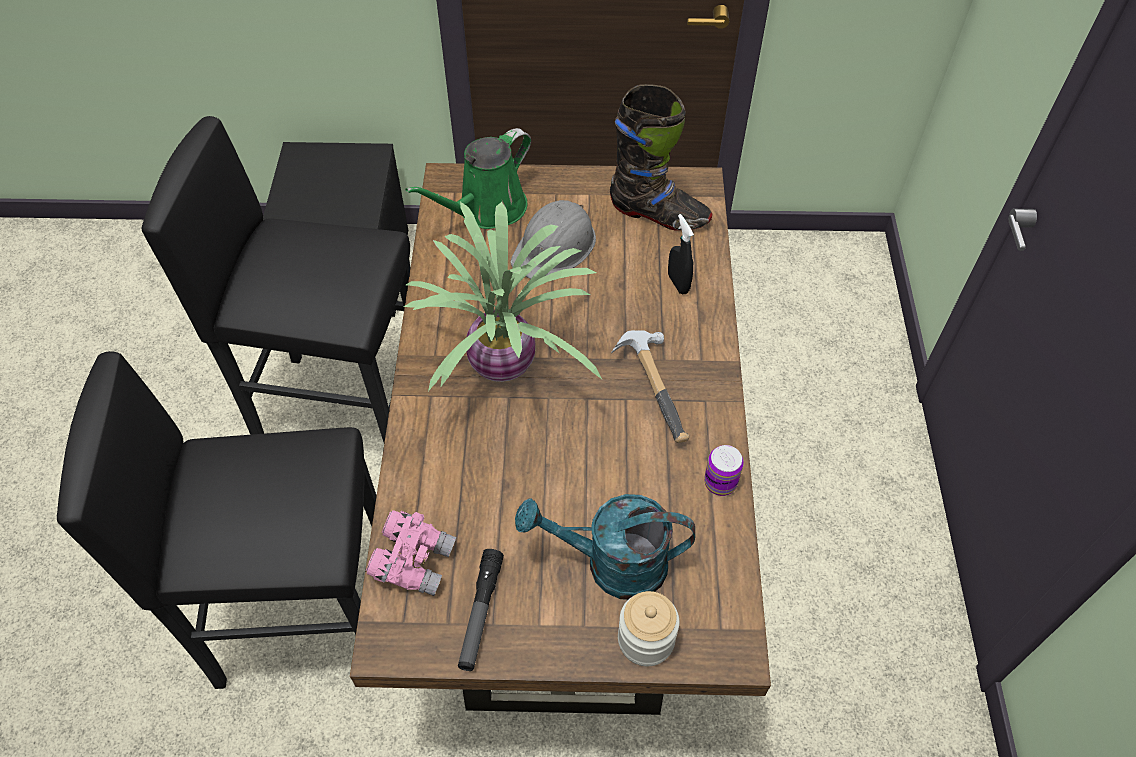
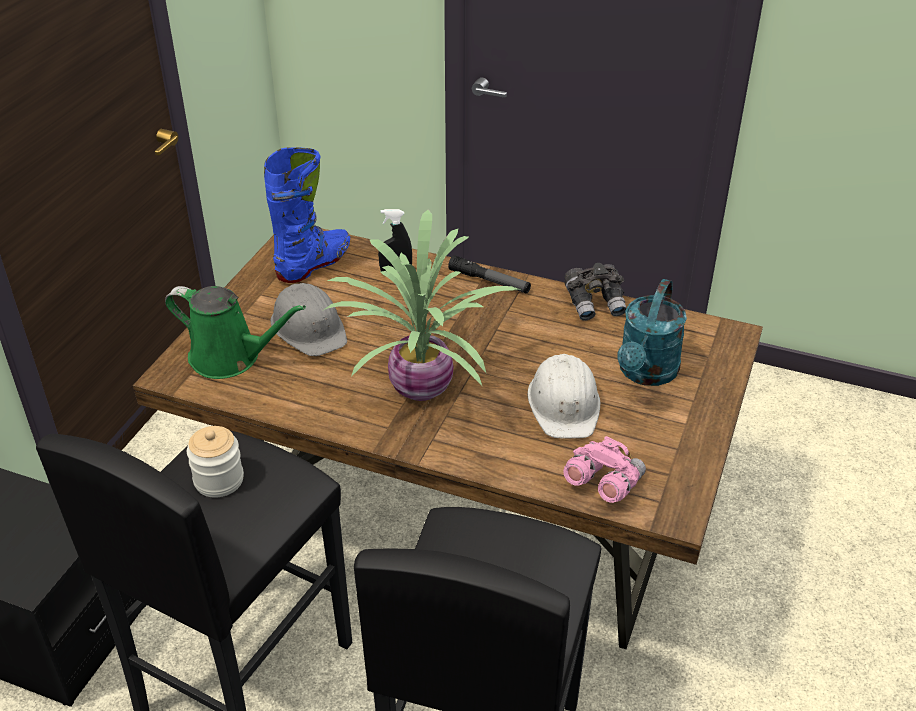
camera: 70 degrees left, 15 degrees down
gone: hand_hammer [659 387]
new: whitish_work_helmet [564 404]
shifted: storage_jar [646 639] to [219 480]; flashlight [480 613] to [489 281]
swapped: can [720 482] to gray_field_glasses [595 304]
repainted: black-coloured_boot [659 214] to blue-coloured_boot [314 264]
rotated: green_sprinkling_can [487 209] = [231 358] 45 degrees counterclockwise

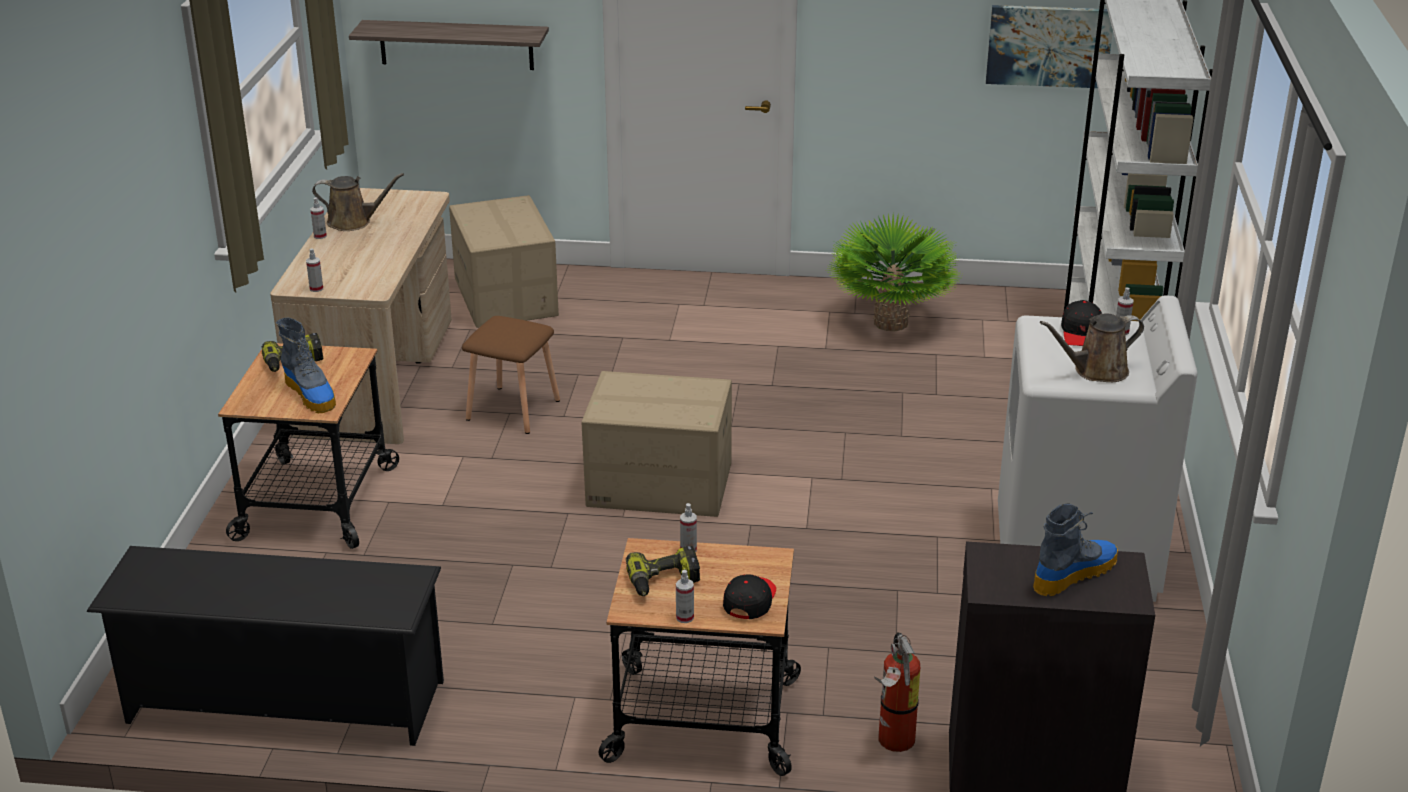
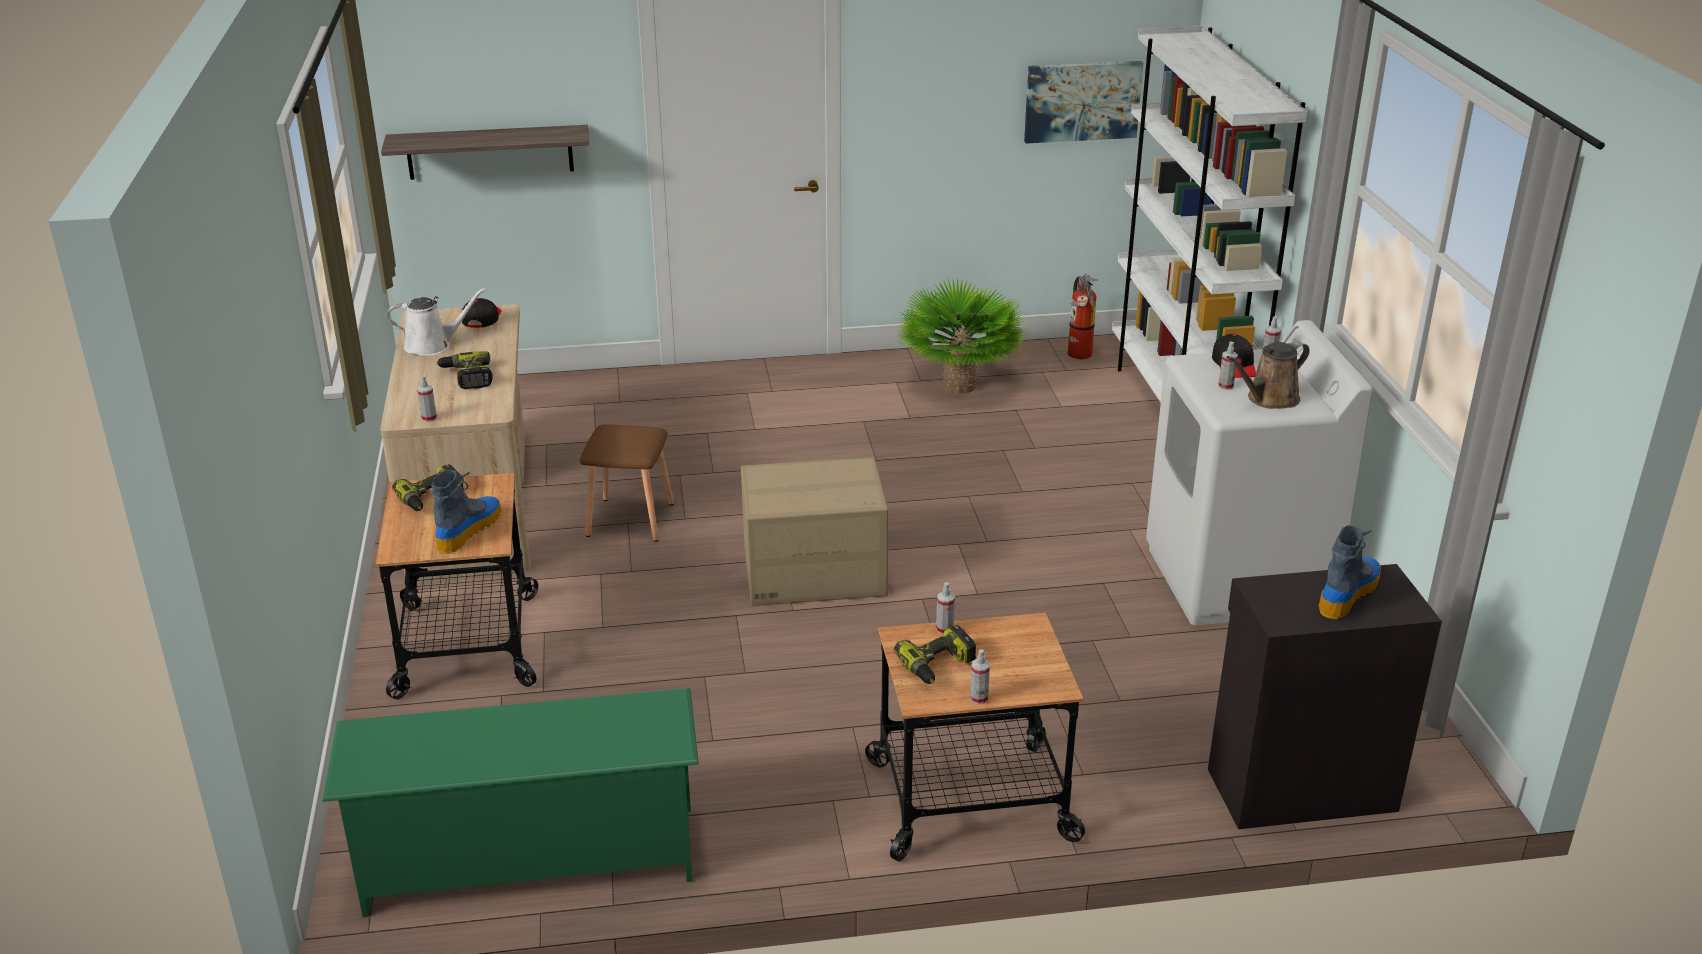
camera: 15 degrees left, 0 degrees up
gone: cardboard_box [507 297]
new: electric_drill [467 377]
shifted: black-coloured_baseball_cap [750 601] to [482 319]; fire_extinguisher [893 743] to [1079 355]; hand_sprayer [320 236] to [1225 386]
repainted: black-coloured_shoe_stand [284 702] to green_shoe_stand [530 861]; brown_sprinkling_can [353 222] to whitish_sprinkling_can [432 345]
rotated: boot [311 395] = [468 530] 105 degrees counterclockwise

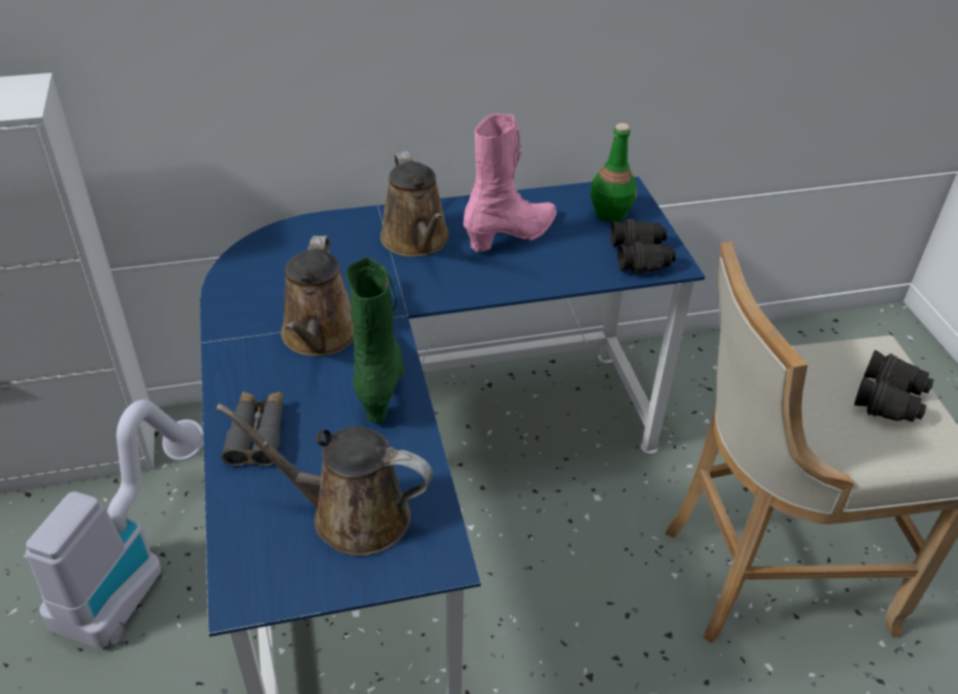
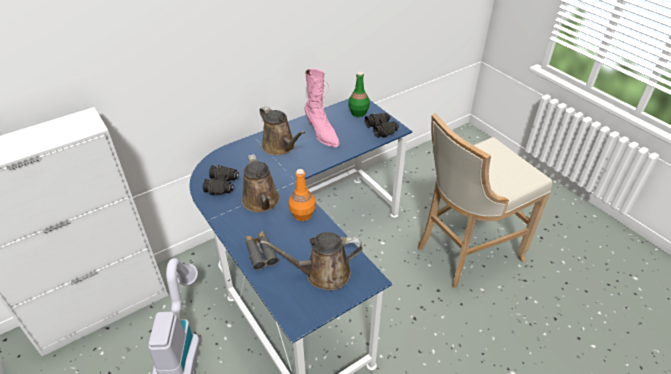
camera: 20 degrees left, 0 degrees up
shifted: black-coloured_field_glasses [890 399] to [222 185]
swapped: green_boot [381 383] to orangey_beverage_bottle [302 214]
rotated: pinkish_boot [512 236] = [322 134] 120 degrees clockwise

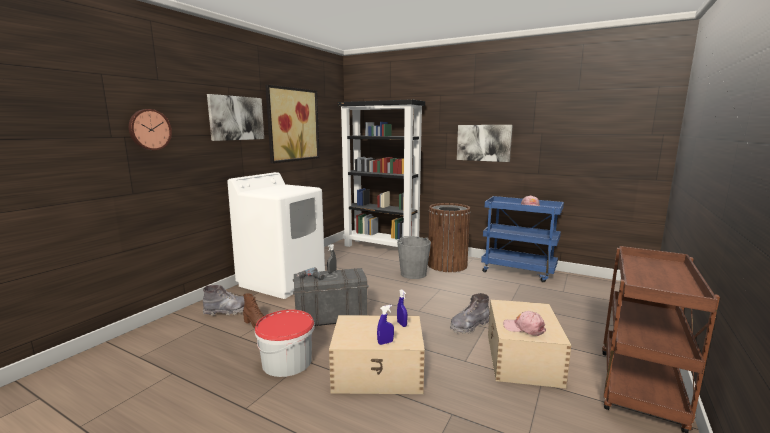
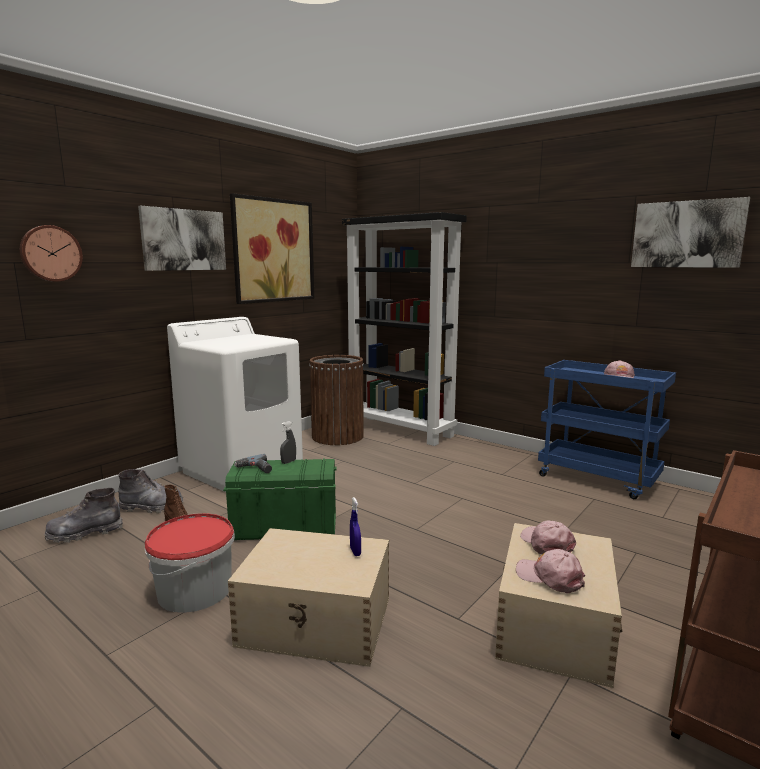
camera: 10 degrees right, 0 degrees up
gone: blue-coloured_hand_sprayer [385 342]; gray_water_bucket [413 274]
new: pinkish_baseball_cap [546 544]
shifted: gray_boot [469 326] to [85 533]; brown_waste_bin [447 265] to [337 436]; wall_picture [483 143] to [687 234]
repainted: gray_storage_bin [330 317] to green_storage_bin [284 528]

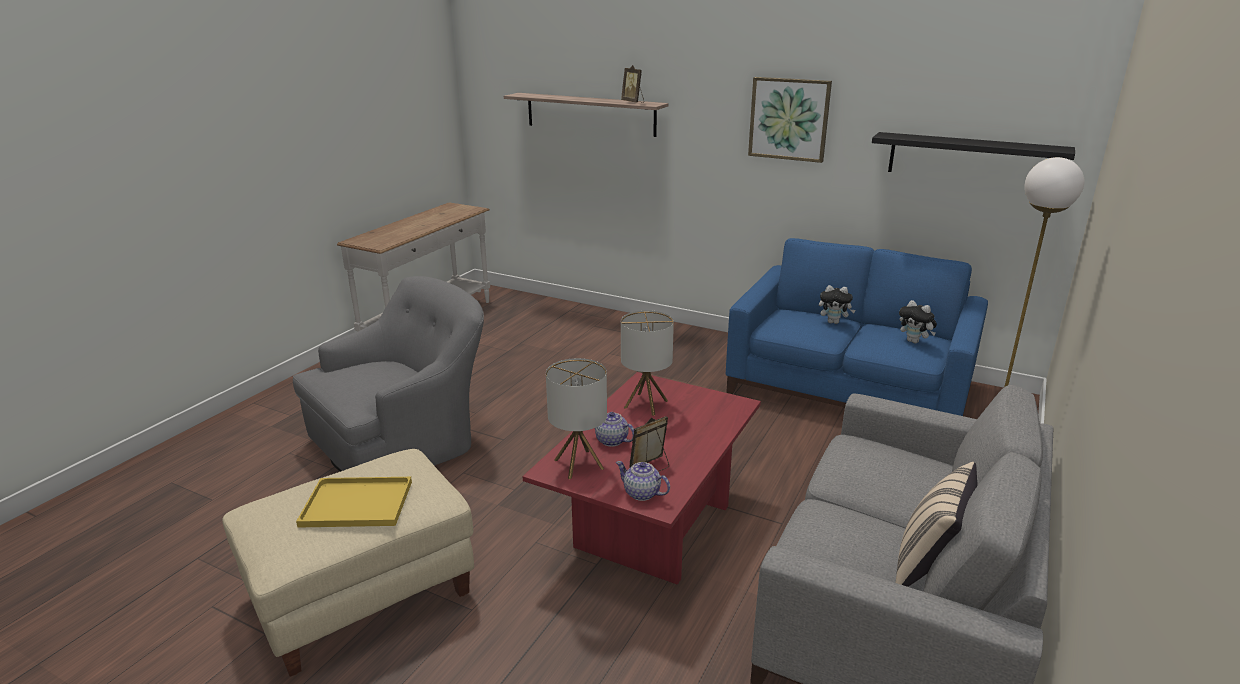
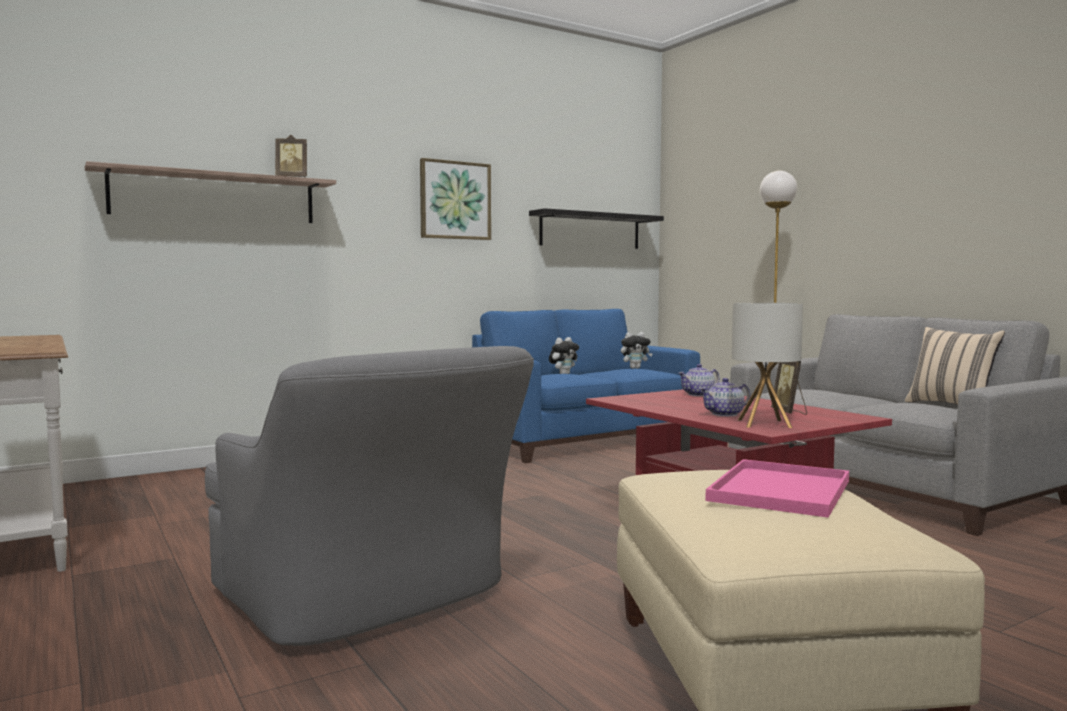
camera: 60 degrees left, 20 degrees down
gone: table_lamp [646 404]
shifted: tea_pot [642 493] to [699 394]
repainted: yellow-coloured_tray [354 504] to pinkish_tray [781 491]
rotated: gray_armchair [405 440] = [371 599] 150 degrees clockwise

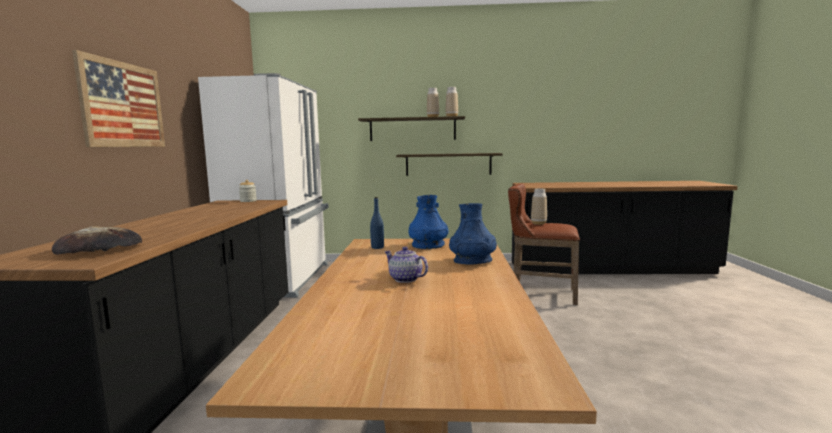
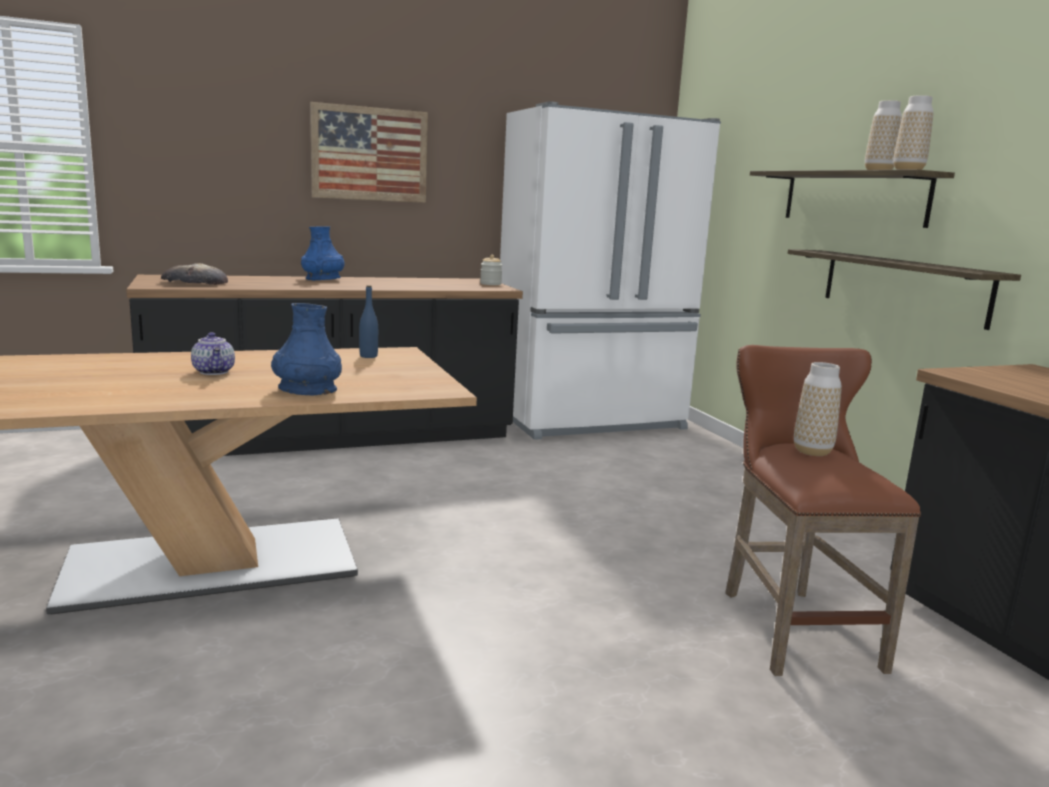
camera: 65 degrees right, 5 degrees up
shifted: blue-coloured_vase [428 245] to [323 279]
rotated: tea_pot [404 279] = [215 372] 135 degrees clockwise

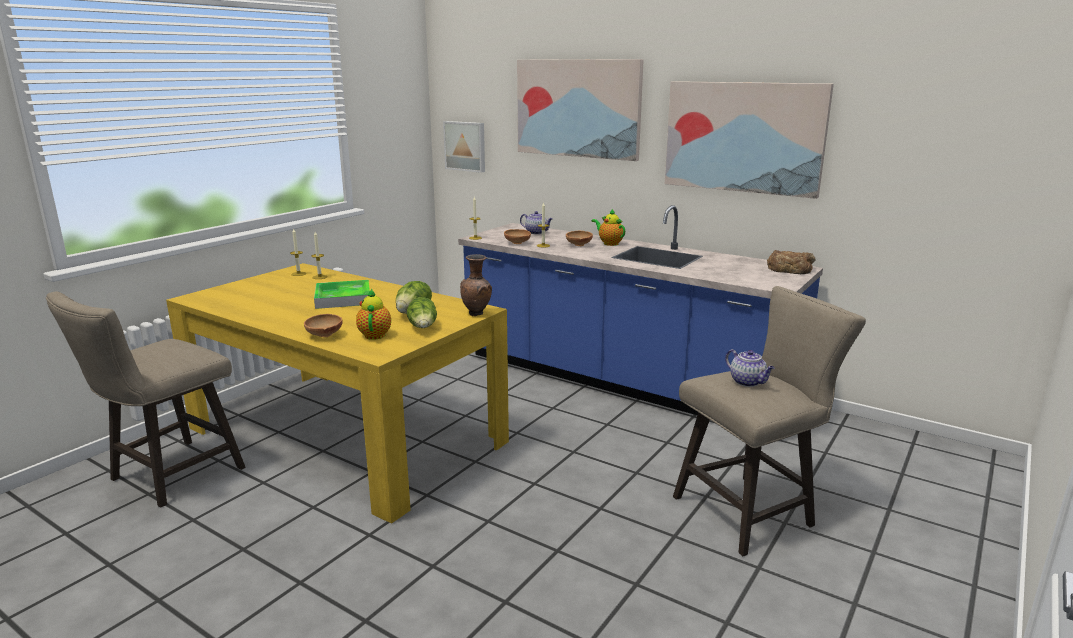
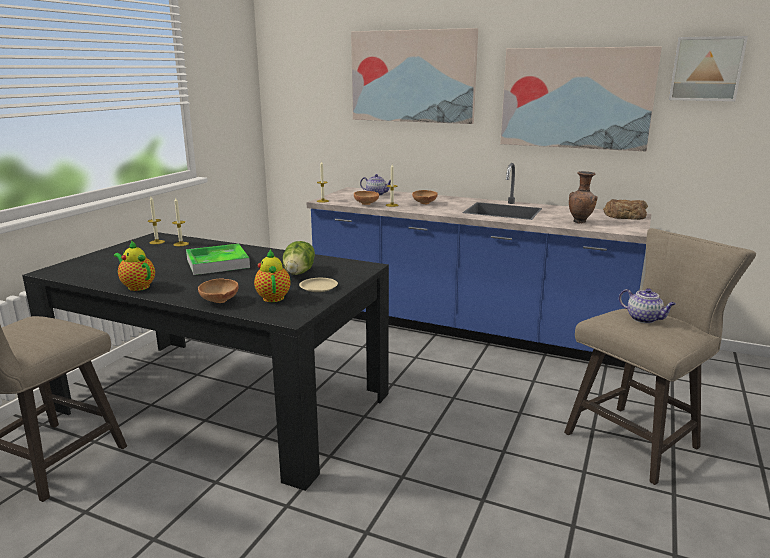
camera: 10 degrees left, 0 degrees up
shifted: tea_pot [609 243] to [137 286]; brown_vase [477 314] to [580 222]; wall_picture [465 146] to [706 69]
swapped: lettuce_head [423 328] to beige_flat_dish [318 287]
repainted: yellow-coloured_kitchen_table [346 435] to black-coloured_kitchen_table [224 401]

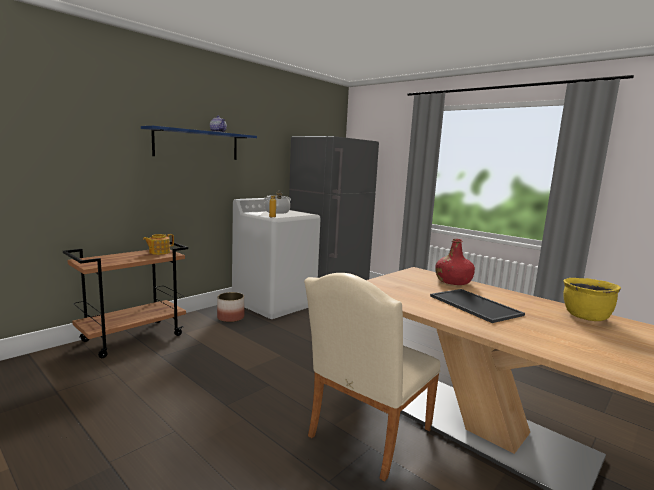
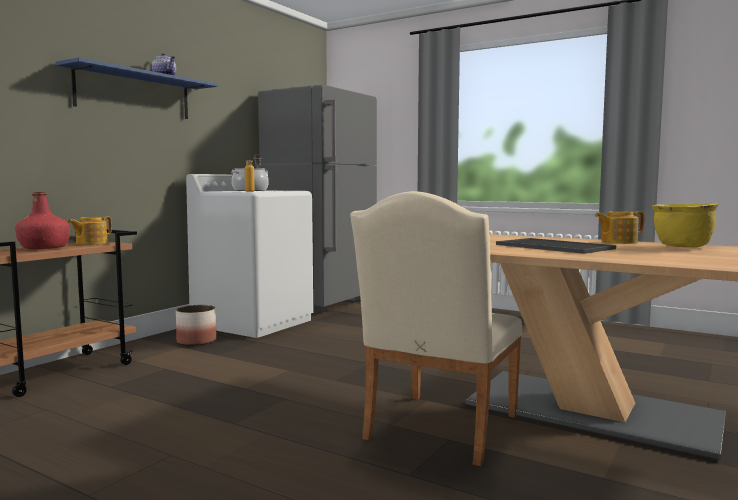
camera: 10 degrees left, 5 degrees down
new: tea_pot [618 242]
shifted: reddish_beverage_bottle [453 282] to [44 248]

